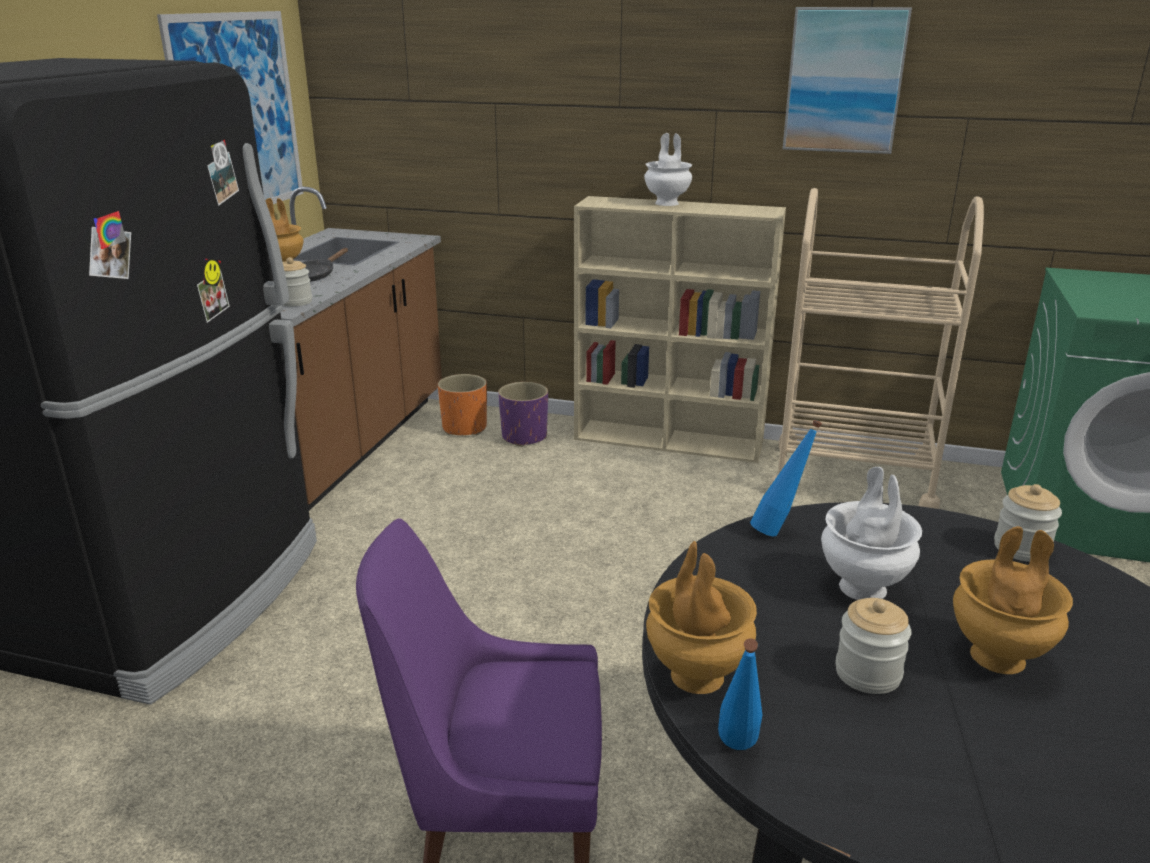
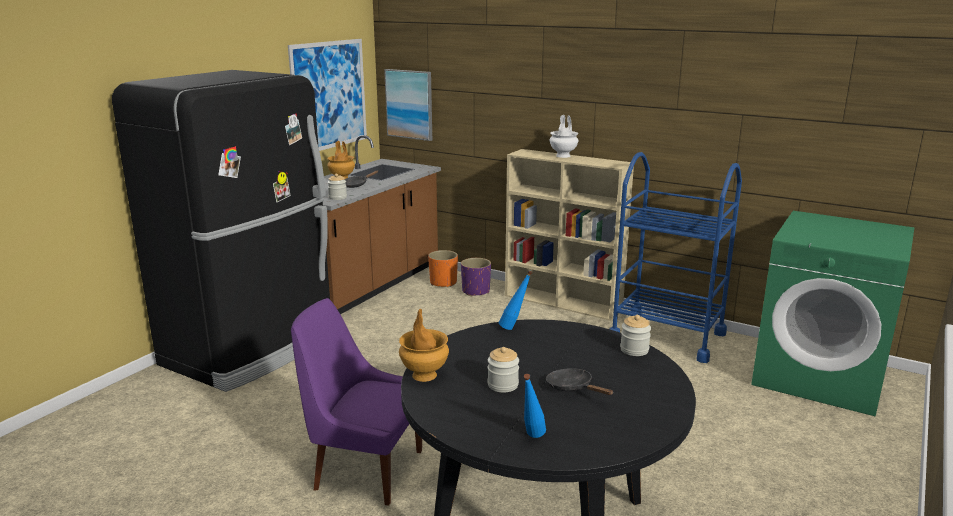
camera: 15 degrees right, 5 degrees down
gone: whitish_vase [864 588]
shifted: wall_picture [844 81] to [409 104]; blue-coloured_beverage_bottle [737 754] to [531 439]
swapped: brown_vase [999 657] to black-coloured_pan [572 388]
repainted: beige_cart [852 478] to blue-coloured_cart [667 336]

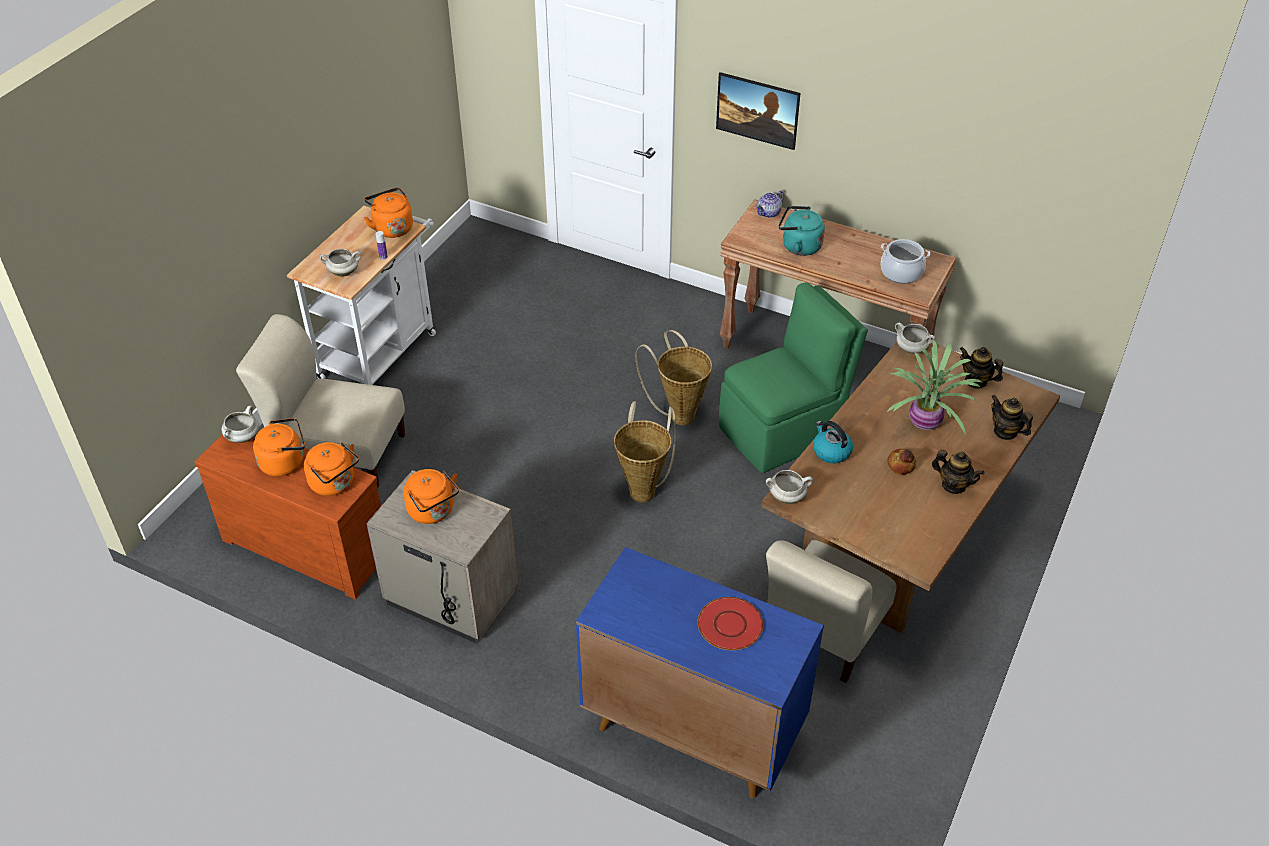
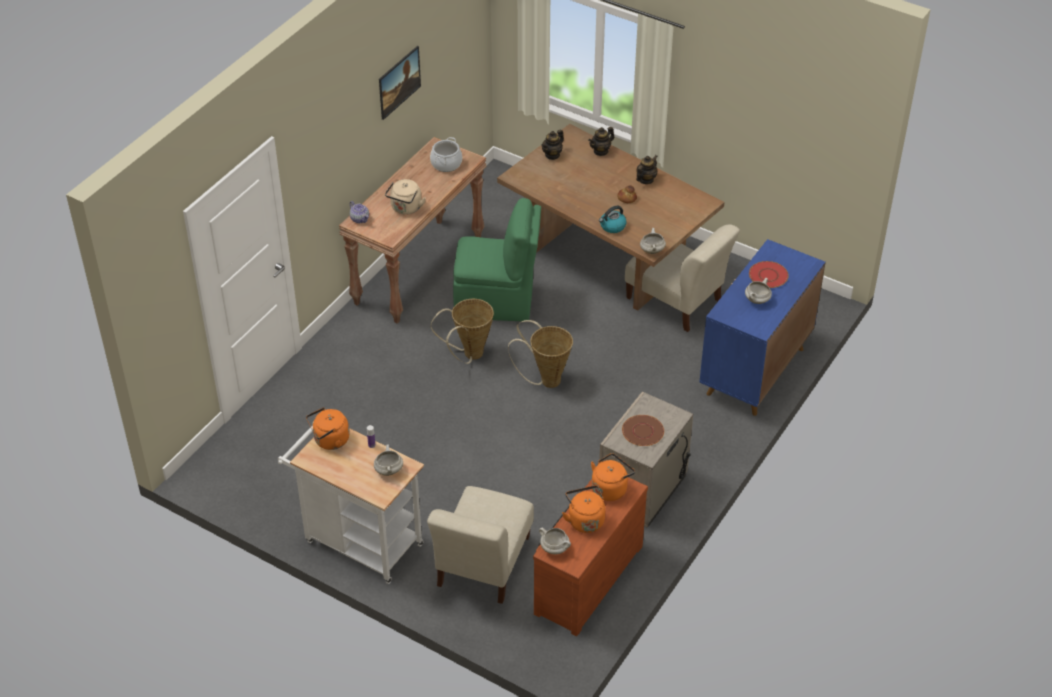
camera: 85 degrees left, 0 degrees up
gone: houseplant [924 424]
shifted: wall_picture [756 124] to [400 92]; whitish_cooking_pot [911 349] to [757 300]
swapped: orangey_kettle [433 512] to brown_flat_dish [643 431]
repainted: turquoise_kettle [798 246] to beige_kettle [405 208]
rotated: green_chair [783 431] = [496 301] 120 degrees clockwise

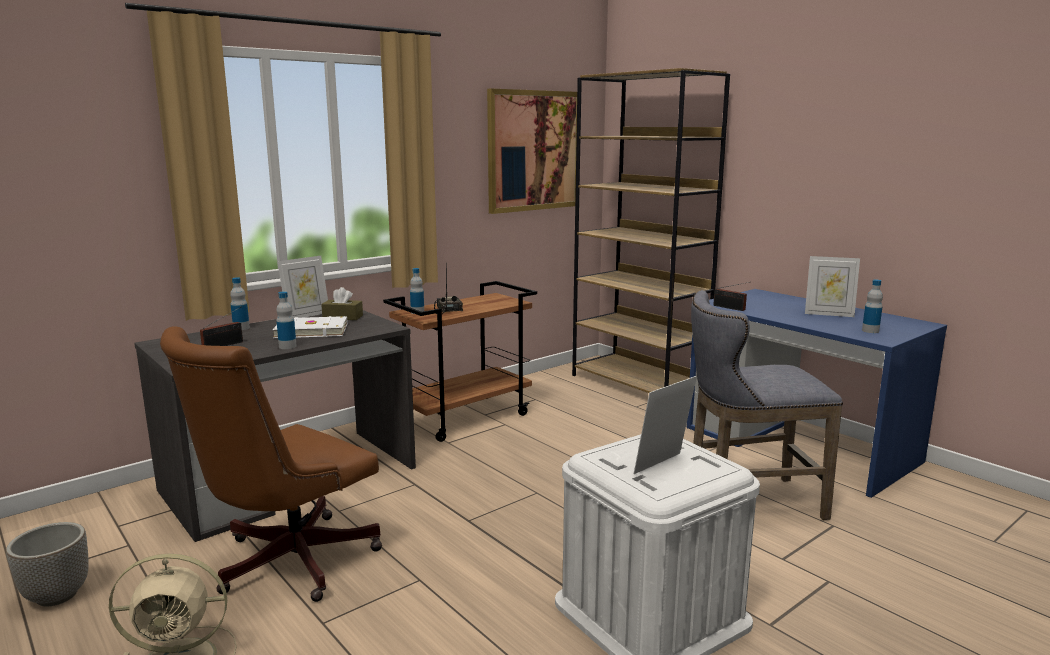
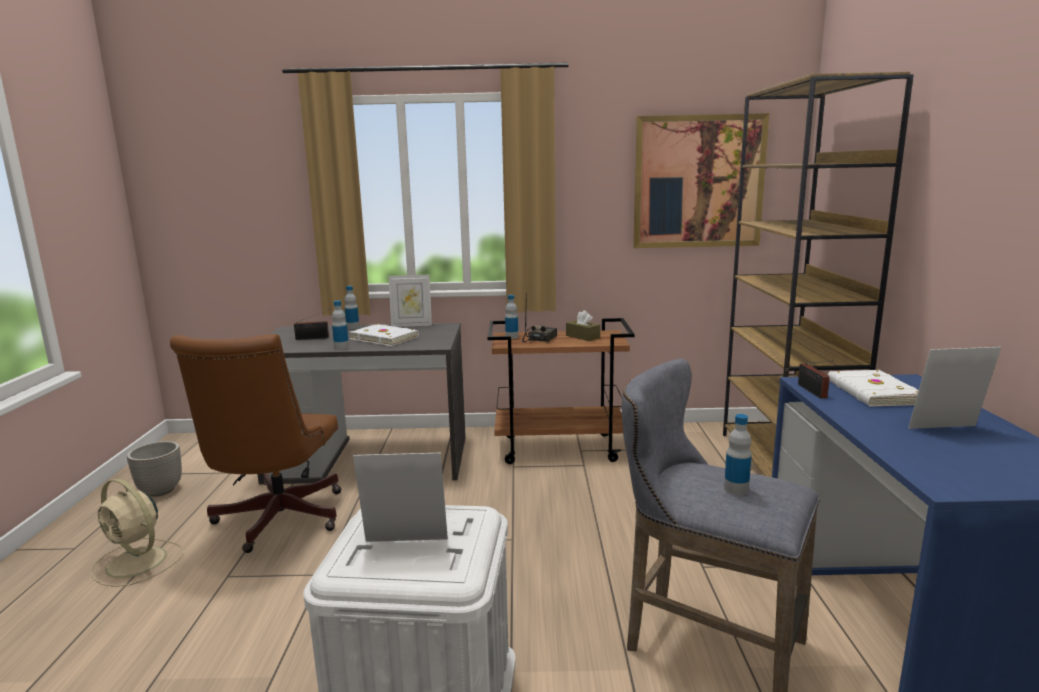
camera: 40 degrees right, 0 degrees up
new: whitish_volume [872 392]
shifted: brown_tissue_box [342 317] to [582 337]; beverage_bottle [870 331] to [736 489]
rotated: brown_office_chair [286 563] = [275 521] 75 degrees counterclockwise; standing_frame [828 314] = [946 429] 120 degrees clockwise

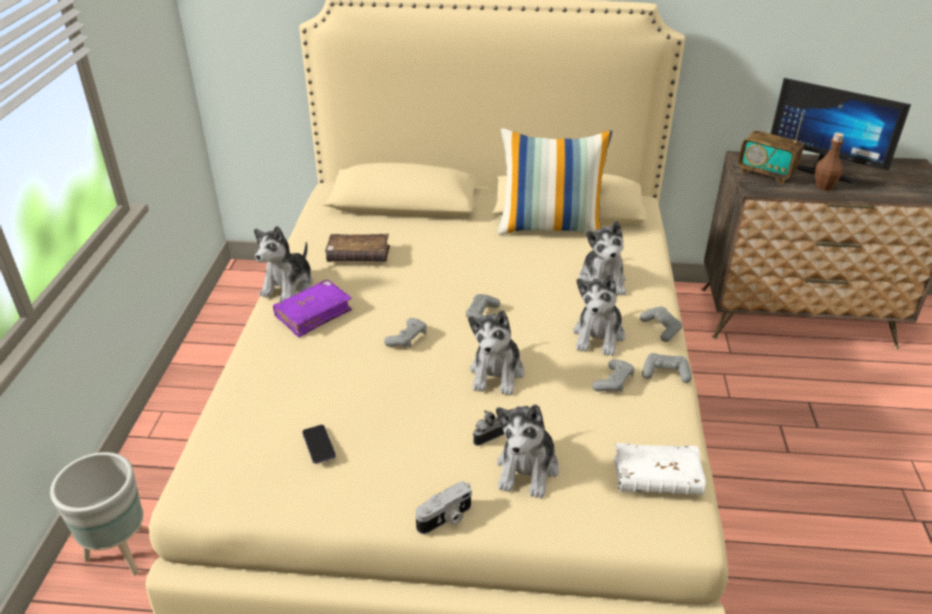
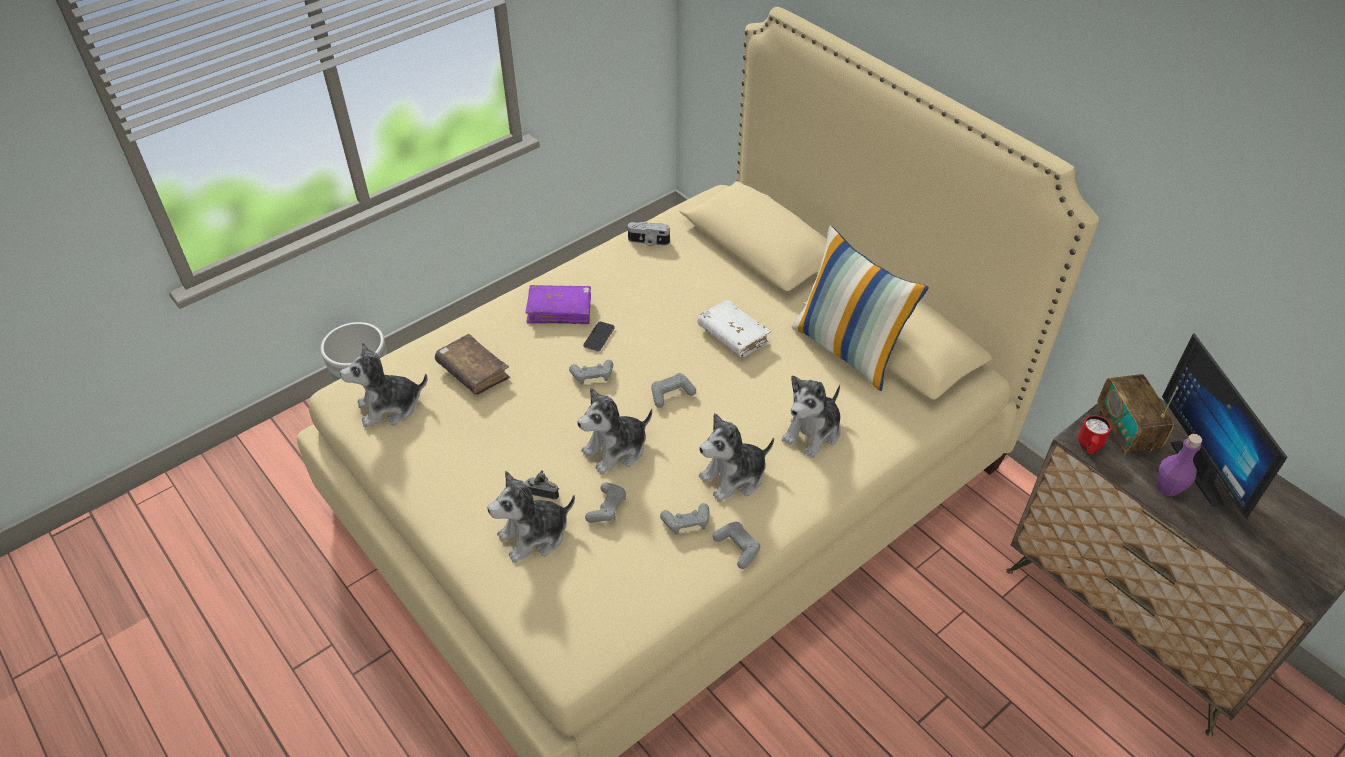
camera: 45 degrees right, 10 degrees up
new: reddish_tea_mug [1088 447]
shifted: plush_toy [288 286] to [390 407]; brown_volume [358 256] to [473 372]; telephone [319 445] to [599 337]; gray_gamepad [661 328] to [607 508]; still_camera [446 519] to [648 242]; whitish_volume [656 478] to [733 335]
repainted: brown_beverage_bottle [823 186] to purple_beverage_bottle [1168 488]

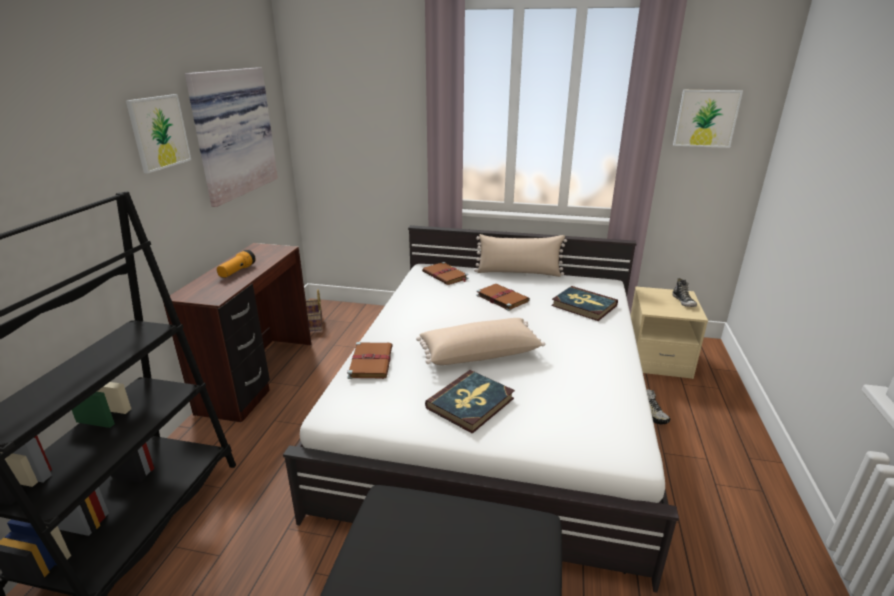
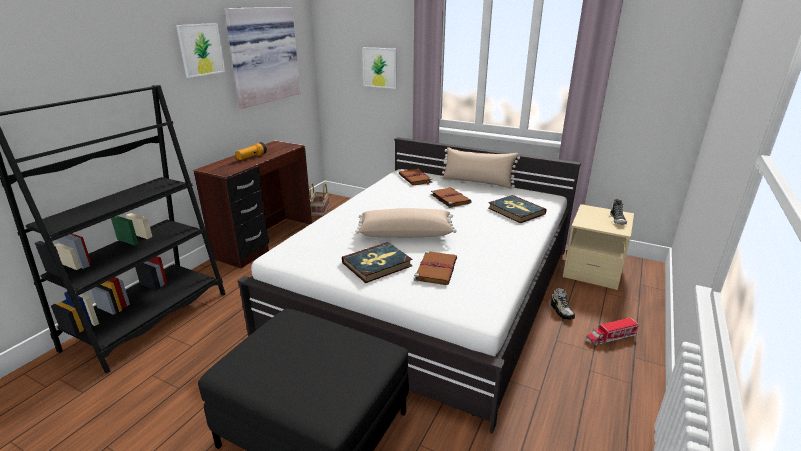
camera: 15 degrees right, 0 degrees up
new: toy_lorry [610 337]
shifted: wall_picture [706 118] to [380 67]; brown_volume [371 362] to [436 269]

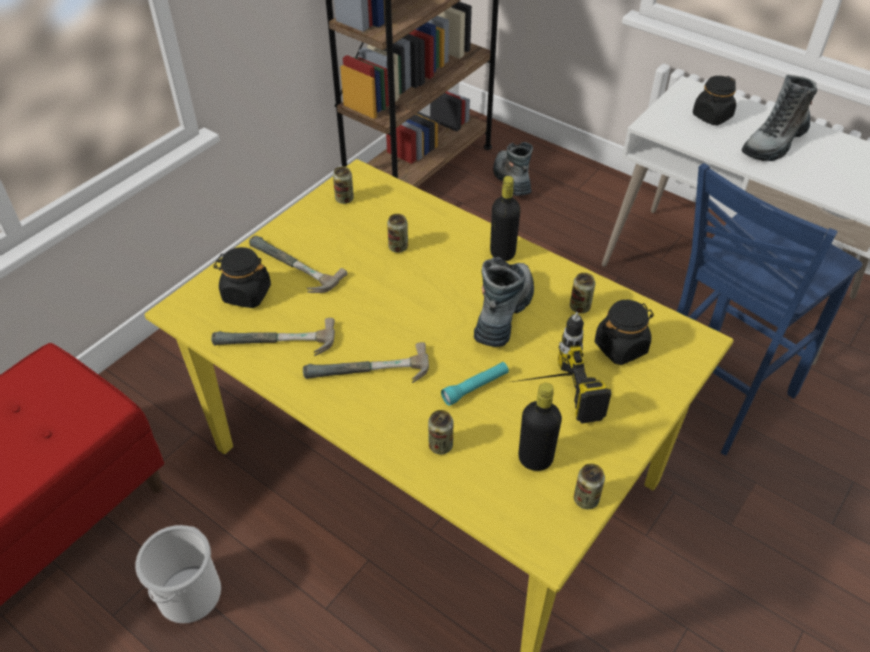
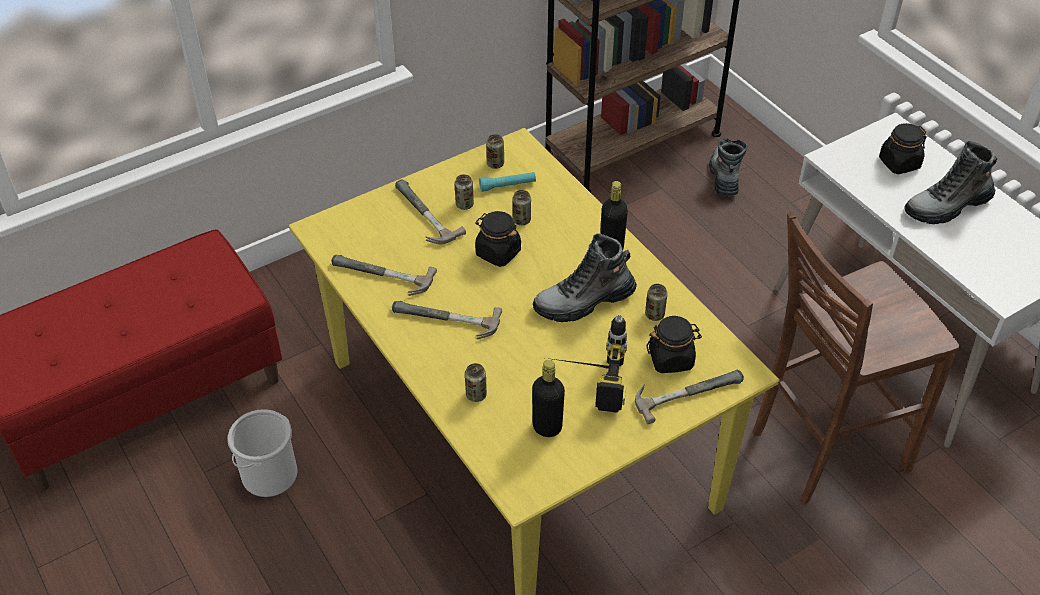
camera: 20 degrees right, 0 degrees up
new: hand_hammer [685 390]
shifted: can [586 499] to [464 204]; black-coloured_storage_jar [246 294] to [498 252]; turquoise_flashlight [475 387] to [507 186]
repainted: blue-coloured_stool_seat [715 397] to brown_stool_seat [824 449]
rotated: boot [503 313] = [584 302] 150 degrees counterclockwise

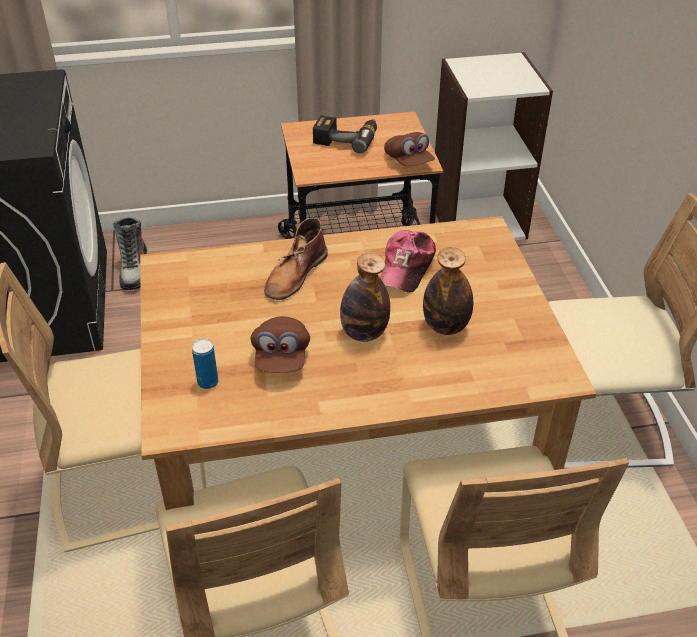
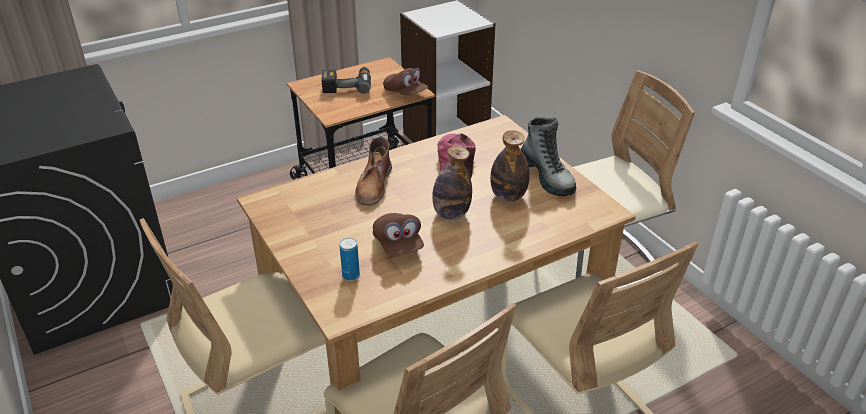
camera: 20 degrees left, 5 degrees down
shifted: boot [135 269] to [547 176]

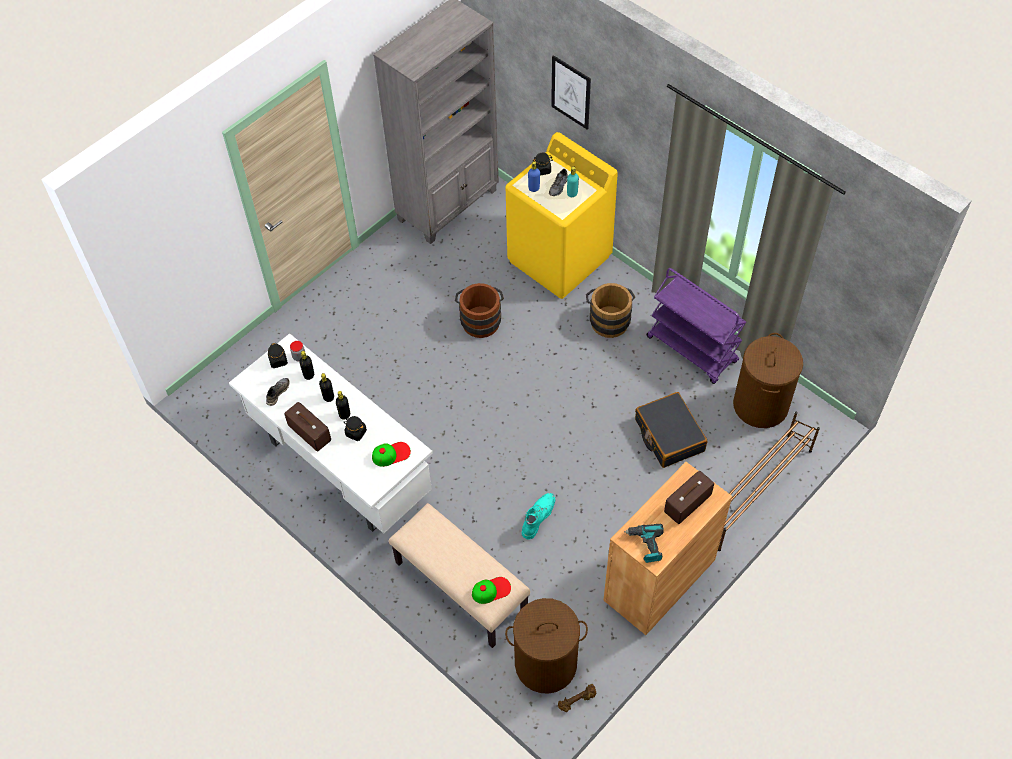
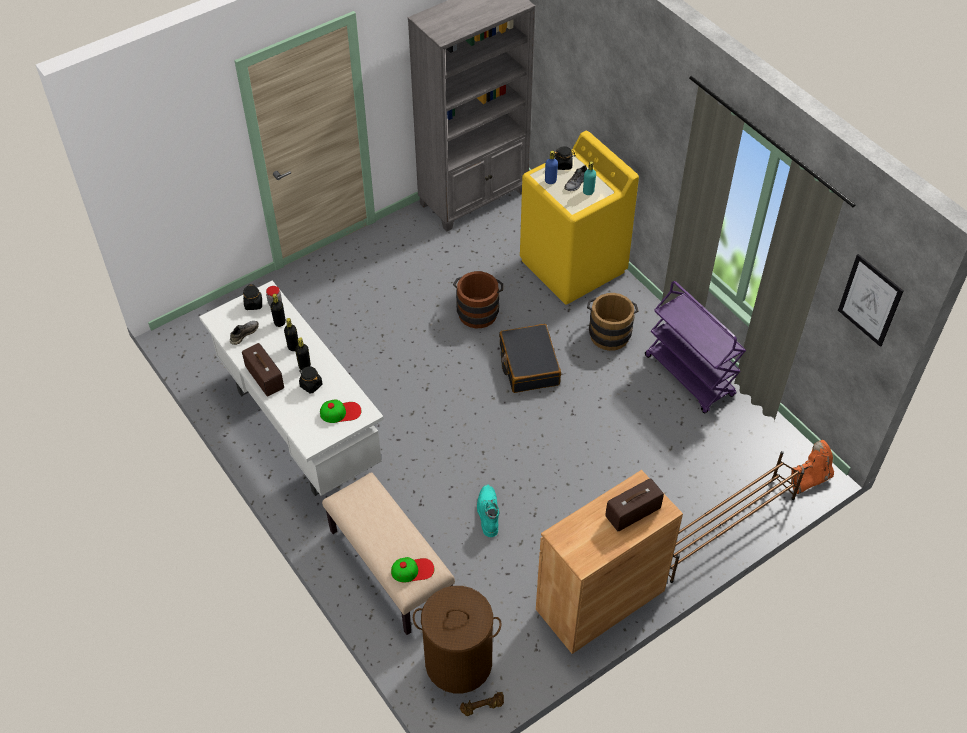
camera: 10 degrees right, 5 degrees down
gone: electric_drill [646 545]; brown_laundry_basket [761 405]
new: orangey_boot [809 479]
shifted: black-coloured_suitcase [669 435] to [528 365]; wall_picture [571 92] to [870 300]
rotated: turquoise_boot [538 516] = [488 512] 45 degrees counterclockwise

